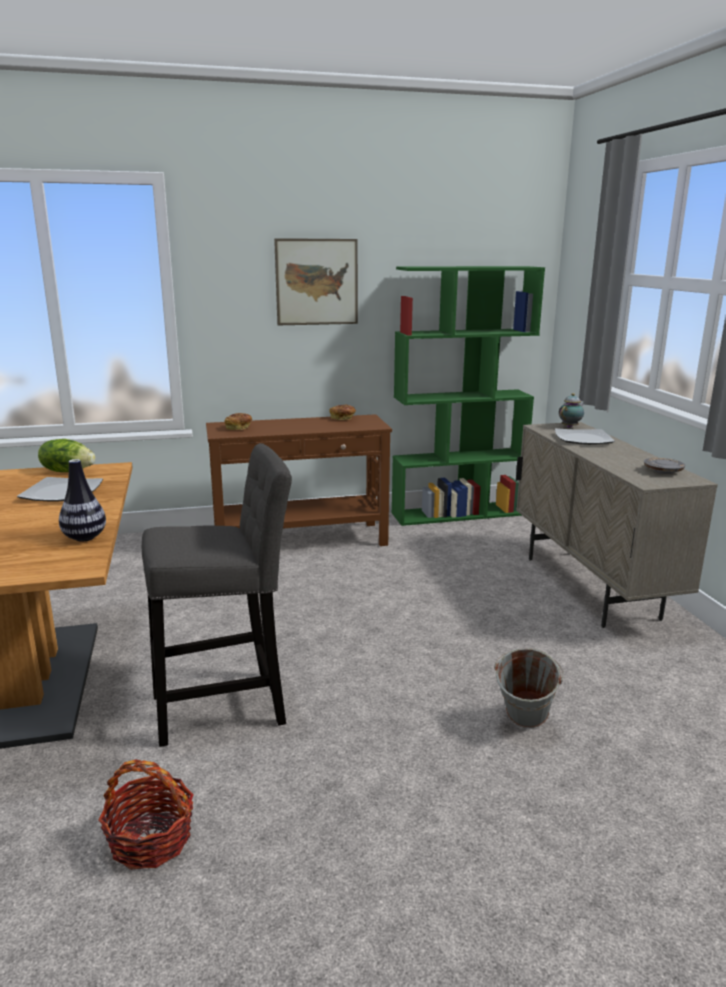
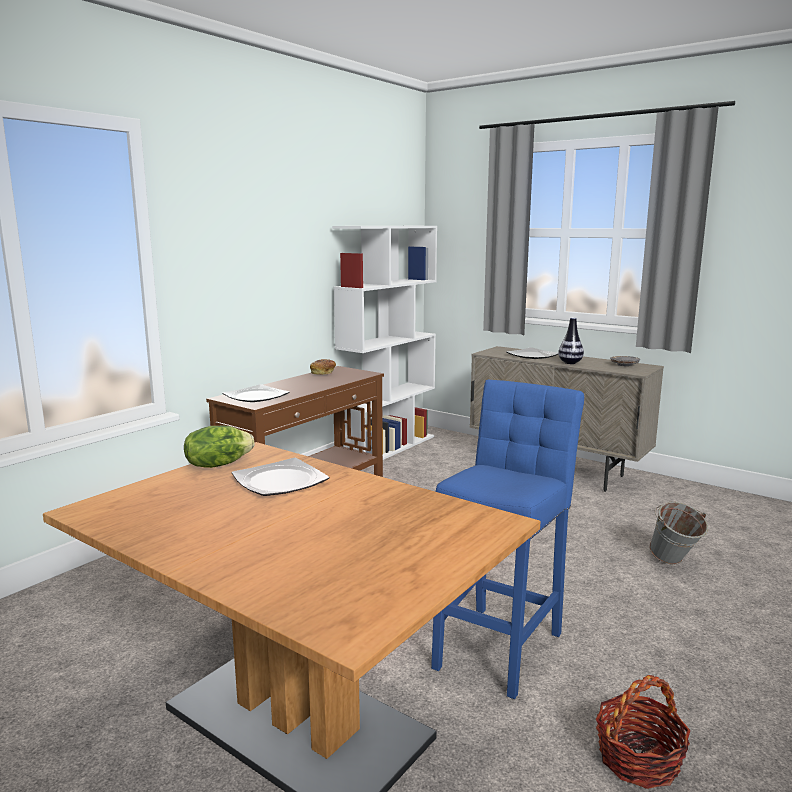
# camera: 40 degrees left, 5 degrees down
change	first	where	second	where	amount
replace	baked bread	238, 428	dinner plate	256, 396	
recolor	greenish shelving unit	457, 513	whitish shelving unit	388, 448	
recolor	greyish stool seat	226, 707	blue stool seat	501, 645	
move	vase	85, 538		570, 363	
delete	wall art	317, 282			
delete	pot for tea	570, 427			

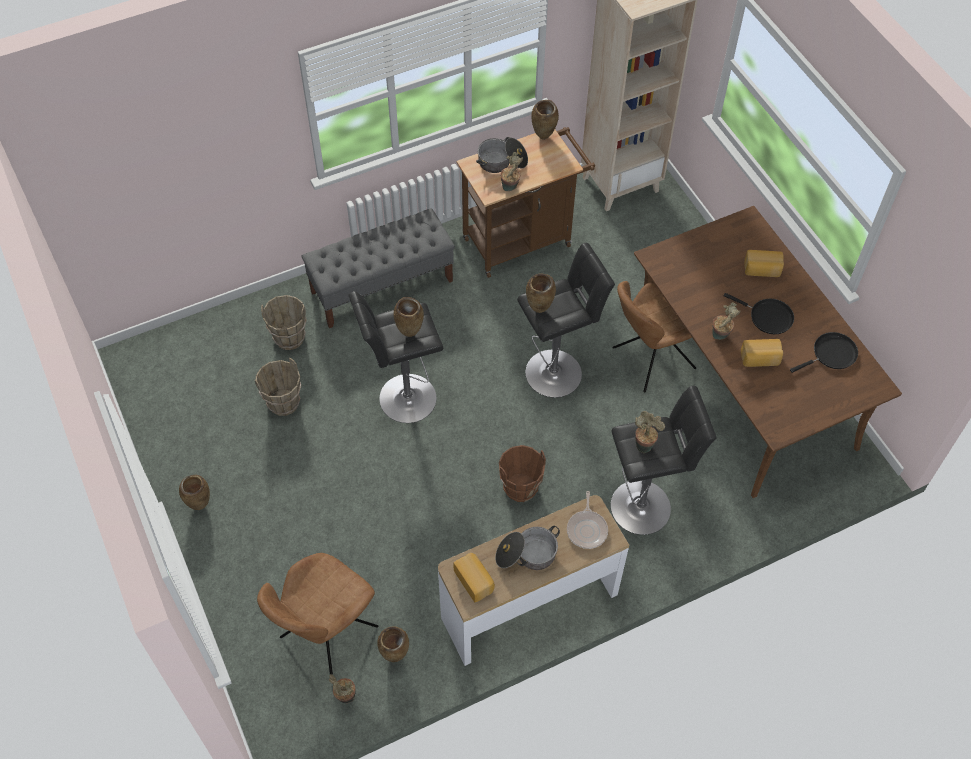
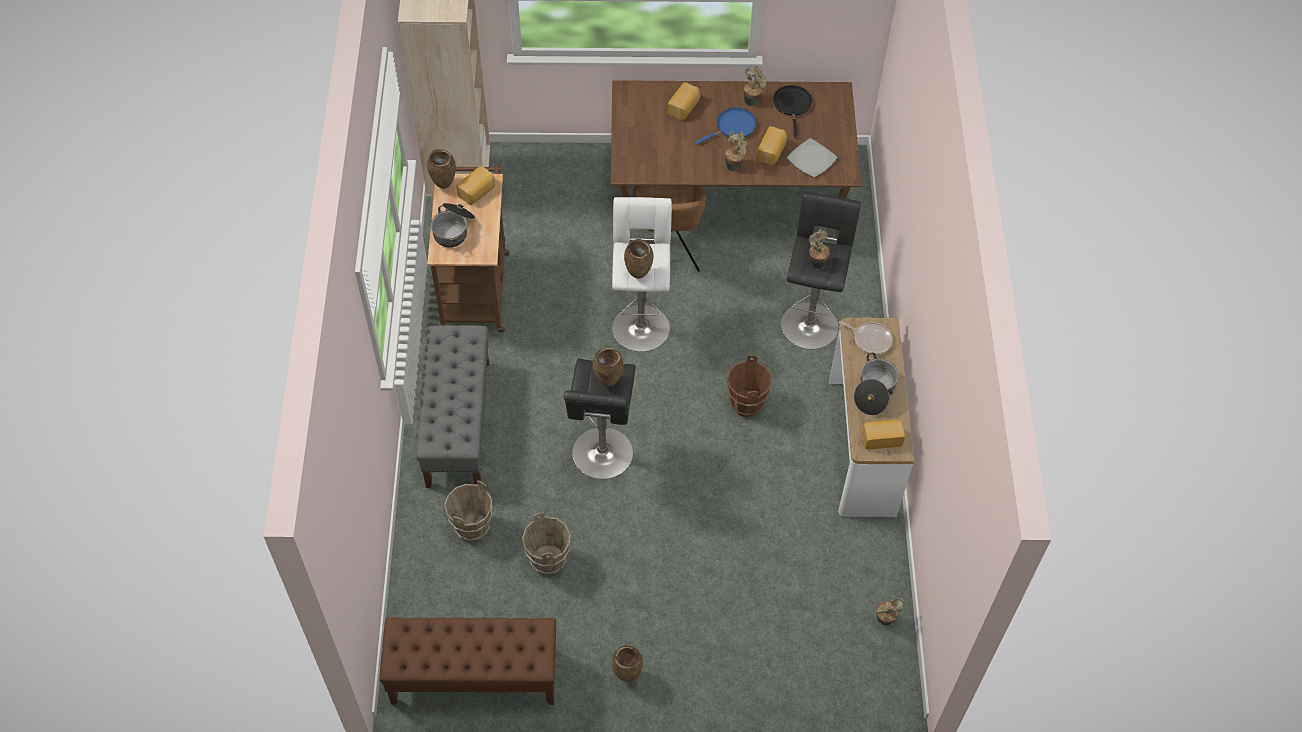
# camera: 65 degrees left, 0 degrees up
change	first	where	second	where	amount
insert			brown long seat	473, 676	
insert			baked bread	477, 192	
recolor	blackish stool seat	557, 371	whitish stool seat	640, 324	
recolor	blackish pan	767, 317	blue pan	733, 127	
move	plant in a pot	510, 188		752, 100	
insert			dinner plate	811, 159	
delete	brown plain chair	326, 634			
delete	brown vase	395, 656			

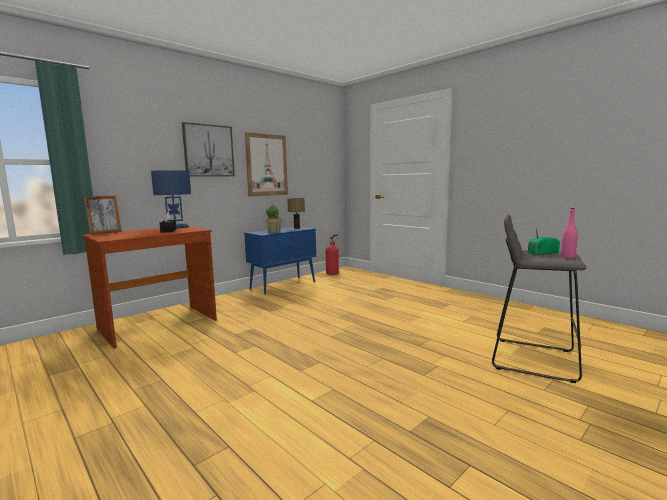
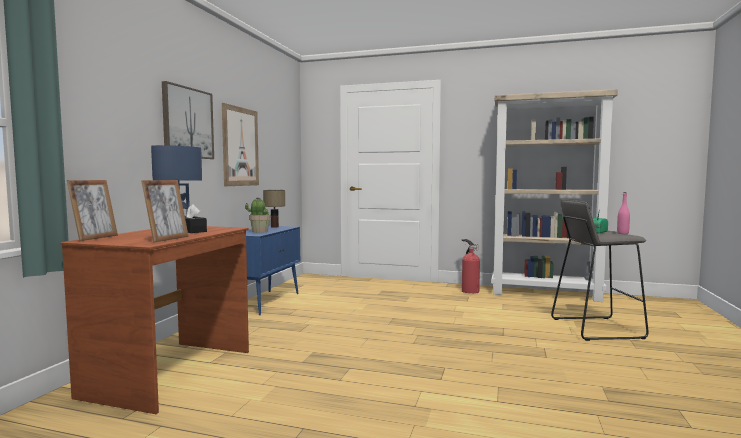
# camera: 30 degrees left, 5 degrees down
change	first	where	second	where	amount
insert			picture frame	167, 239	
move	fire-fighting cylinder	332, 273		469, 291	
insert			sand-coloured shelving unit	546, 294	

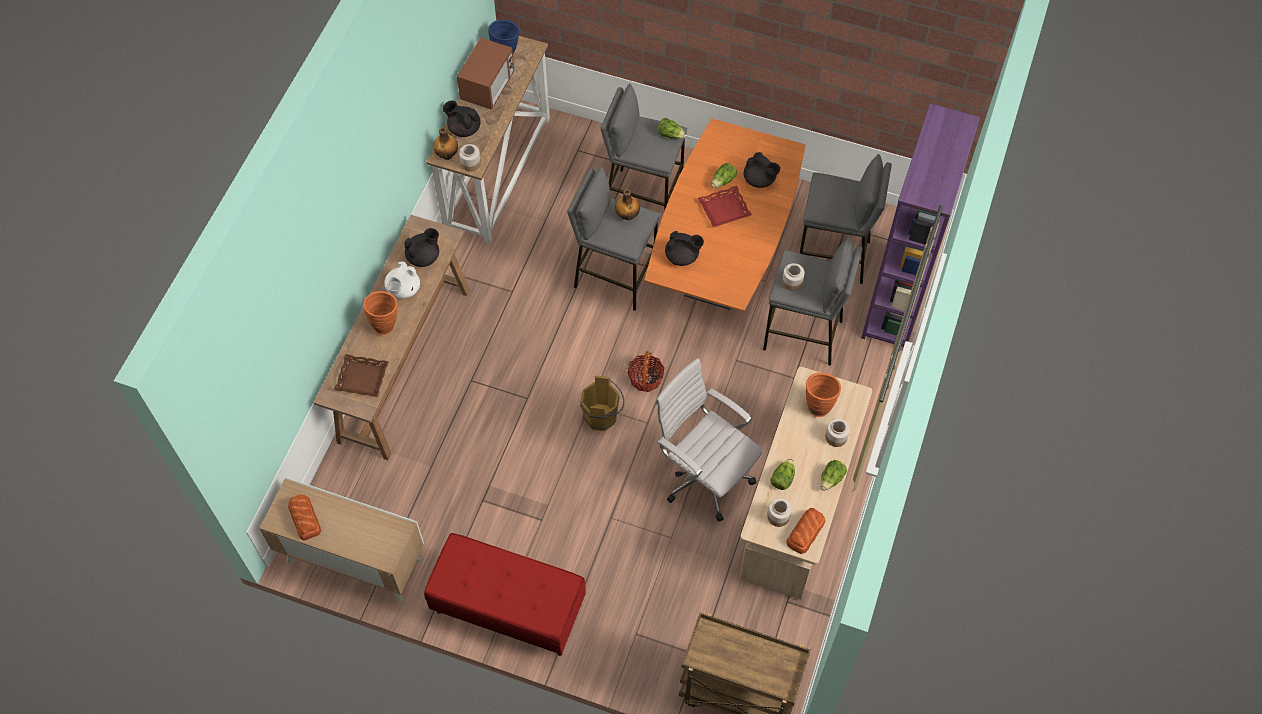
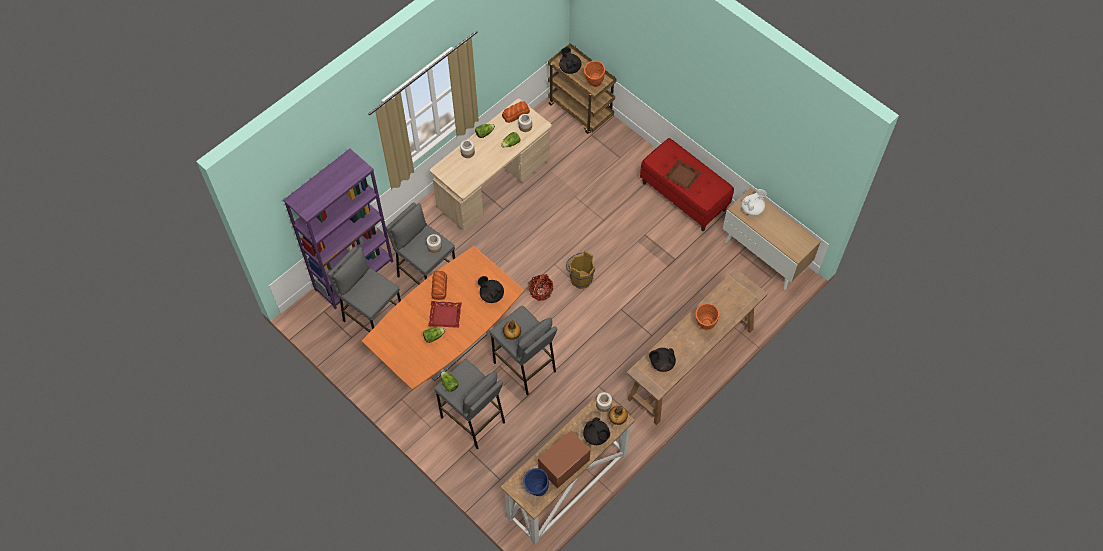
# camera: 155 degrees left, 0 degrees up
change	first	where	second	where	amount
move	baked bread	305, 518		439, 287	
move	blackish pot for tea	760, 180		570, 68	
move	orangey vase	818, 404		594, 85	
move	brown tray	362, 378		683, 176	
move	whitish pot for tea	403, 289		752, 208	
delete	whitish office chair	704, 475			

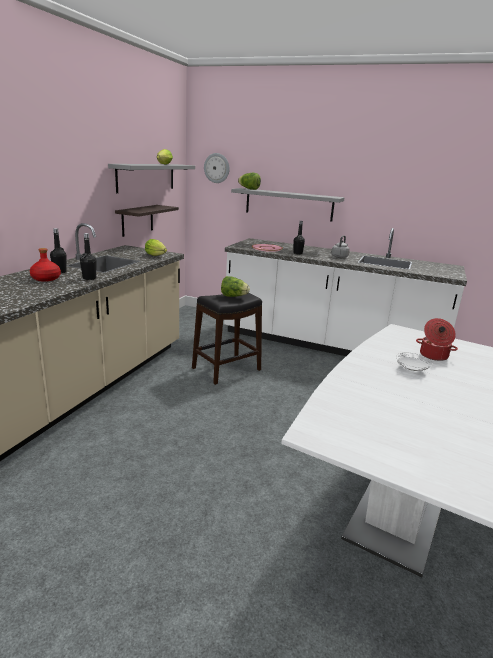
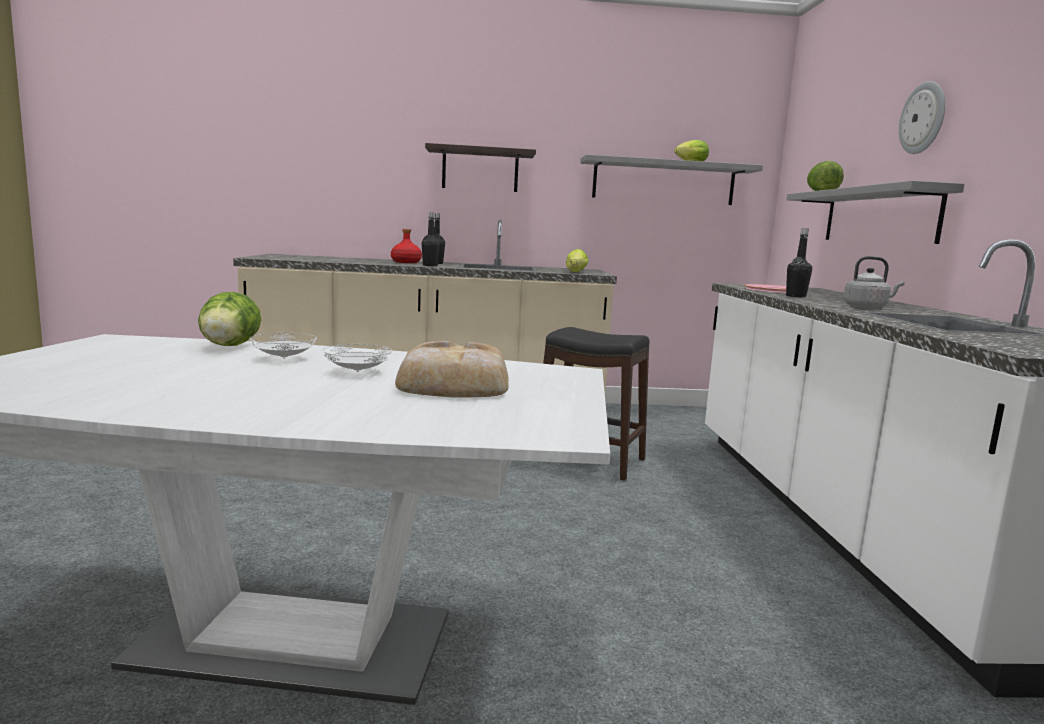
# camera: 65 degrees right, 10 degrees down
change	first	where	second	where	amount
move	head of lettuce	234, 296		228, 347	
insert			whitish dinner plate	284, 358	
replace	stockpot	433, 356	baked bread	452, 384	
move	wall shelf	137, 220		480, 170	
move	clock on the wall	217, 168		923, 118	

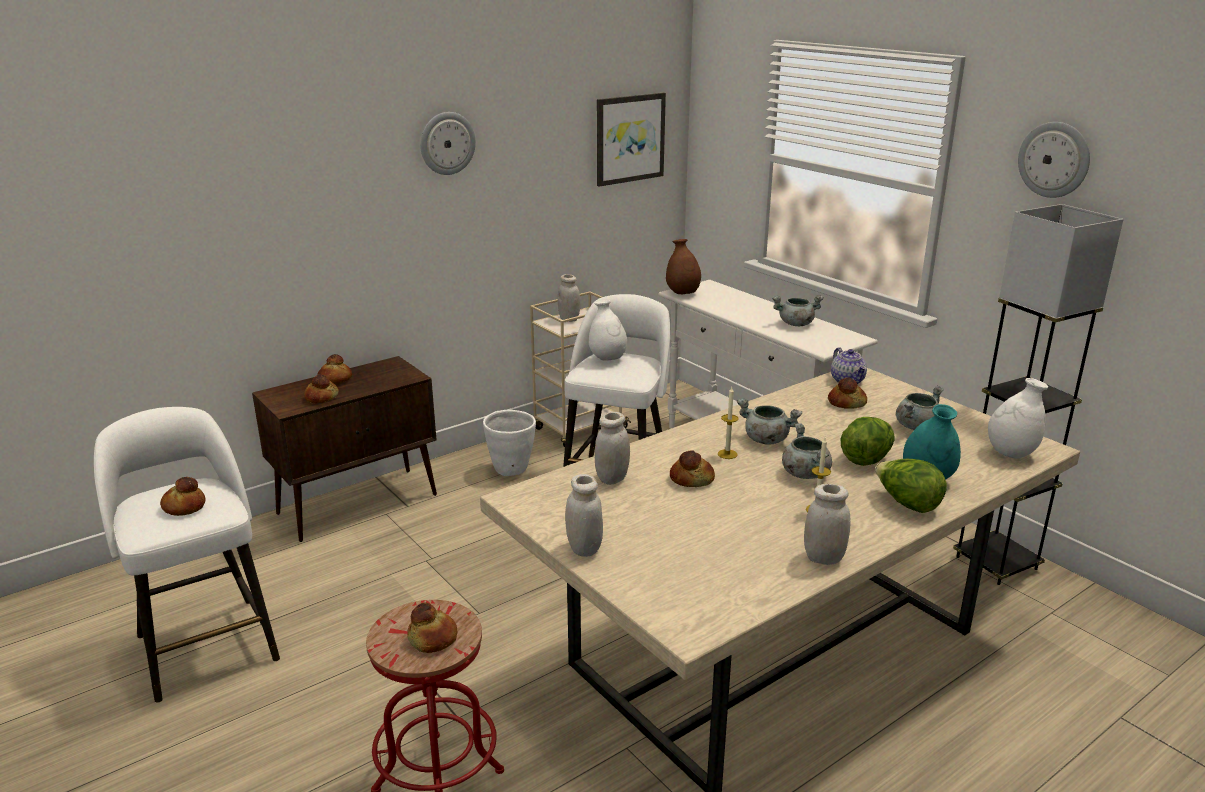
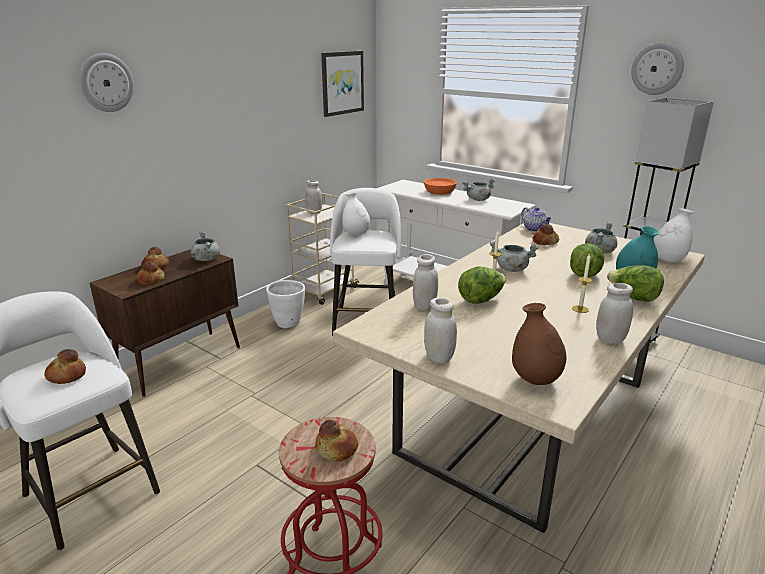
# camera: 15 degrees left, 0 degrees up
change	first	where	second	where	amount
move	clock on the wall	447, 143		106, 83	
move	greyish stockpot	805, 473		206, 259	
insert			orangey serving bowl	440, 191	
replace	baked bread	692, 479	head of lettuce	481, 299	
move	brown vase	682, 293		535, 380	

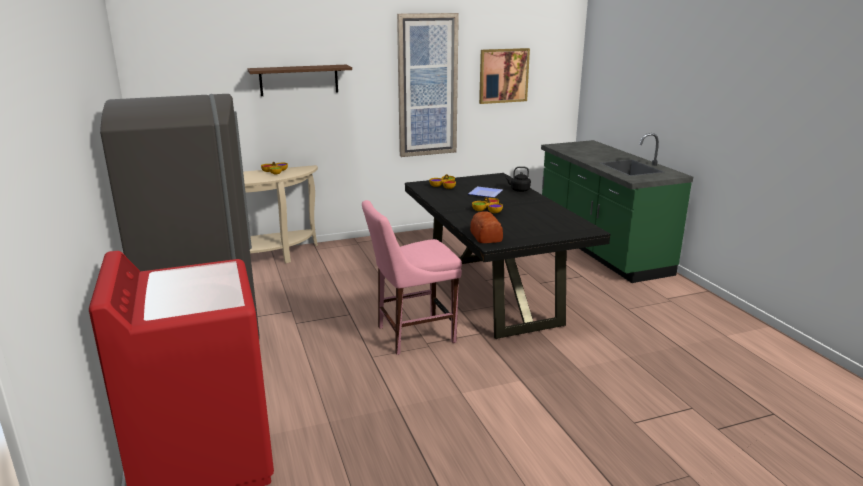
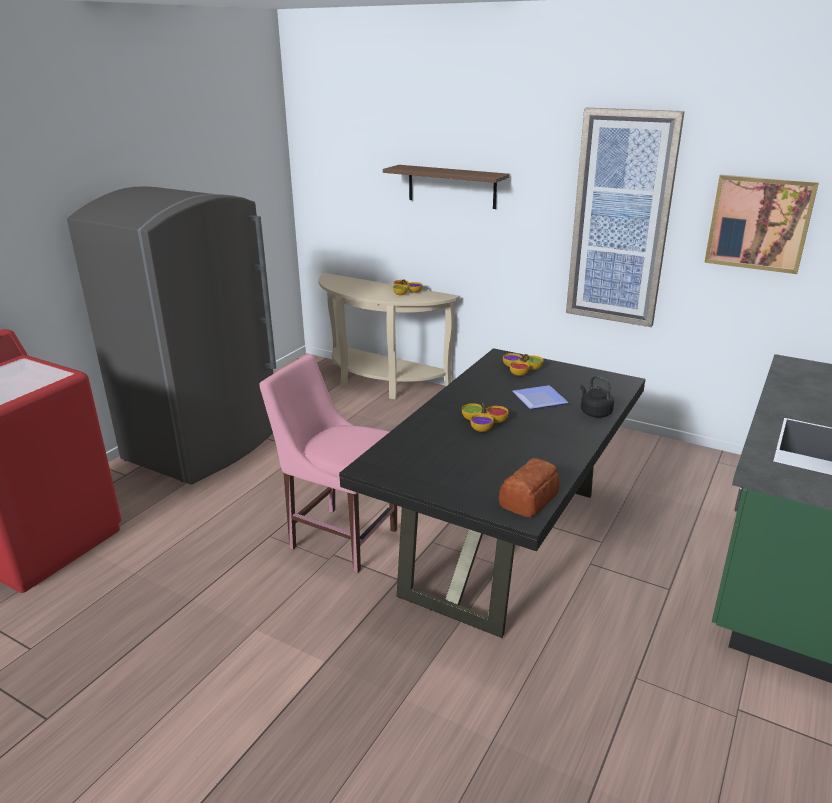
# camera: 50 degrees right, 5 degrees up
change	first	where	second	where	amount
move	baked bread	486, 236		530, 499	

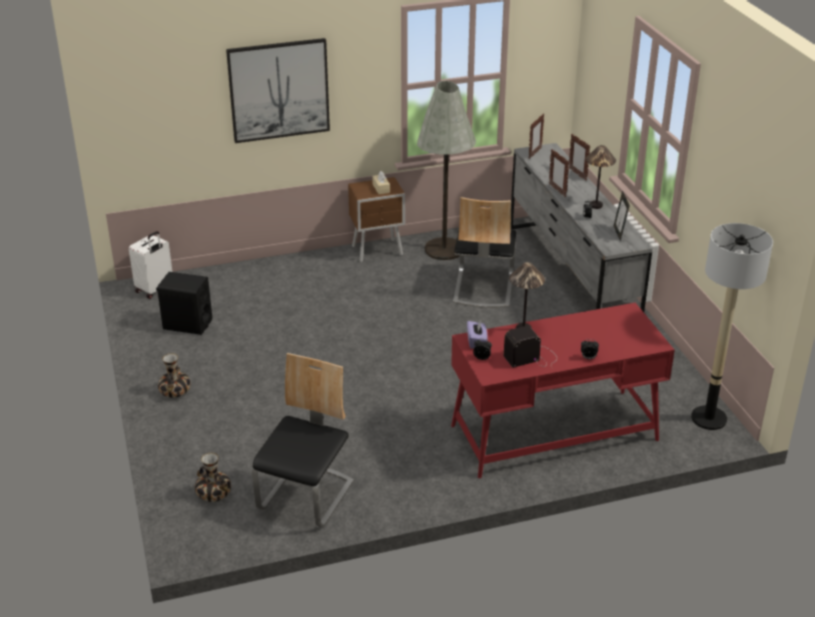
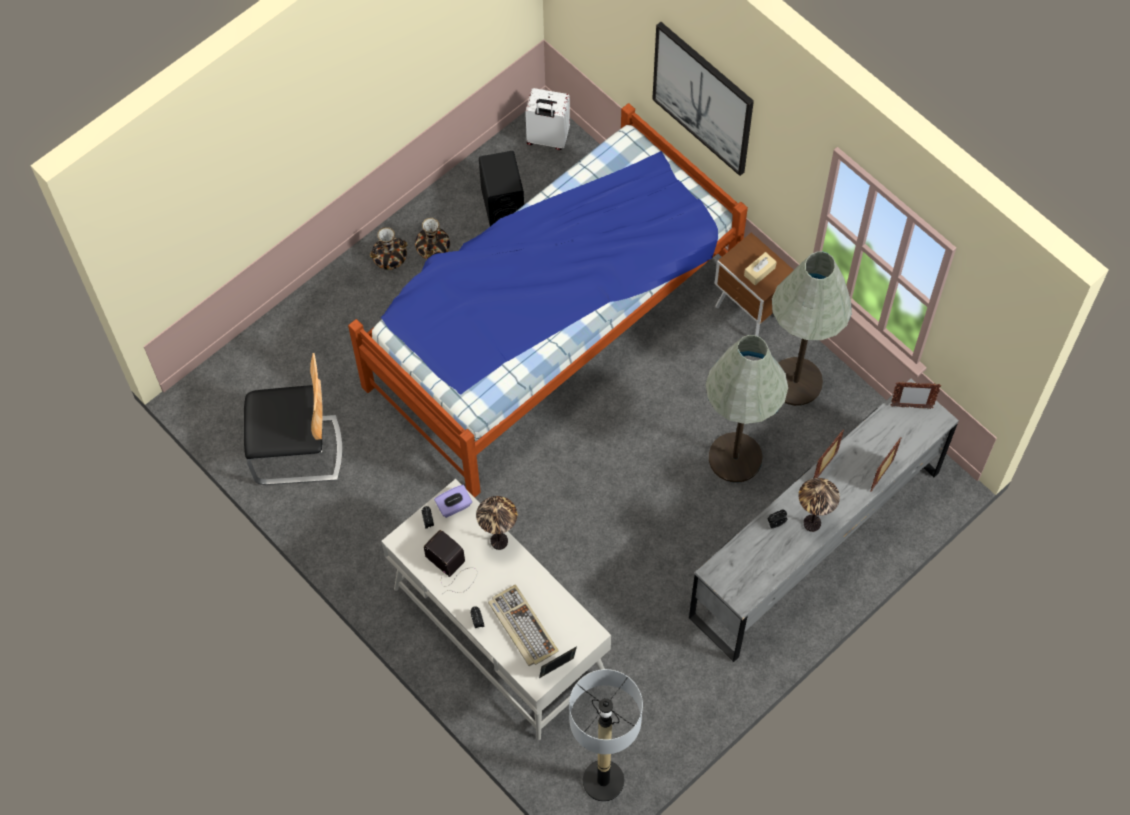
# camera: 65 degrees right, 30 degrees up
change	first	where	second	where	amount
insert			sleeping bed	550, 329	
recolor	reddish desk	553, 432	whitish desk	500, 631	
move	vase	213, 493		433, 247	
insert			PC keyboard	522, 627	
move	picture frame	619, 233		558, 671	
replace	plain chair	483, 288	greyish standard lamp	735, 458	

